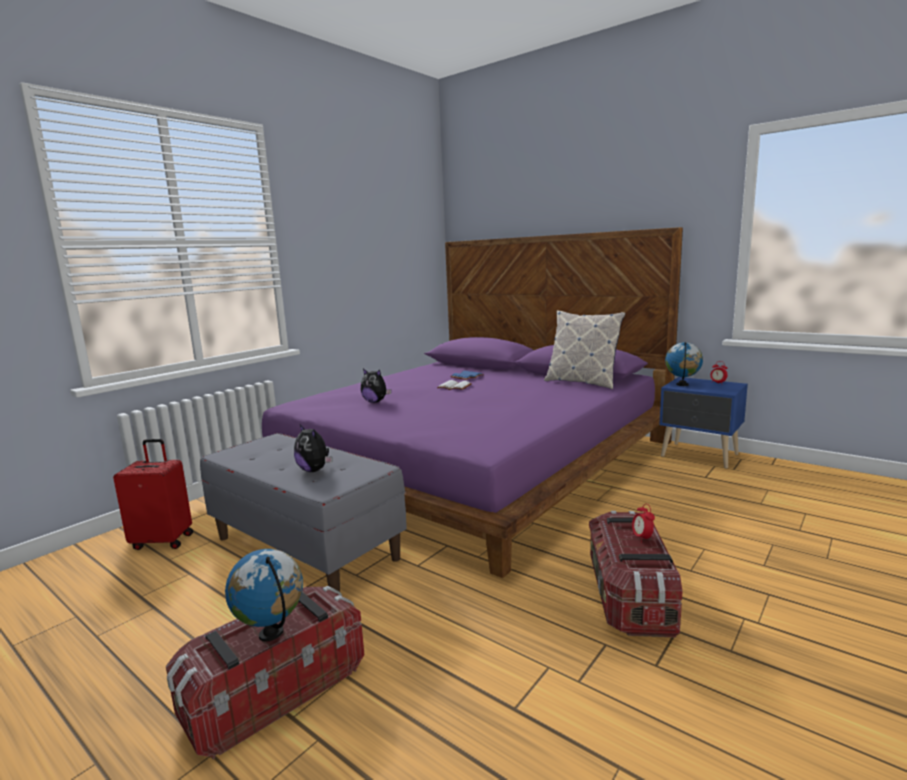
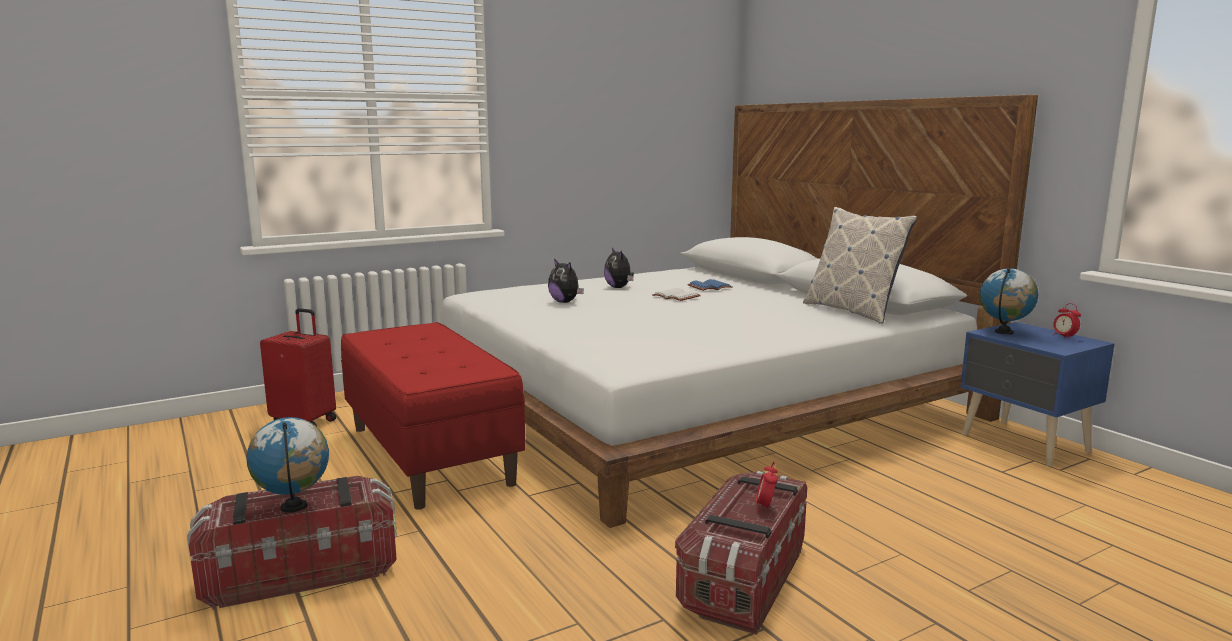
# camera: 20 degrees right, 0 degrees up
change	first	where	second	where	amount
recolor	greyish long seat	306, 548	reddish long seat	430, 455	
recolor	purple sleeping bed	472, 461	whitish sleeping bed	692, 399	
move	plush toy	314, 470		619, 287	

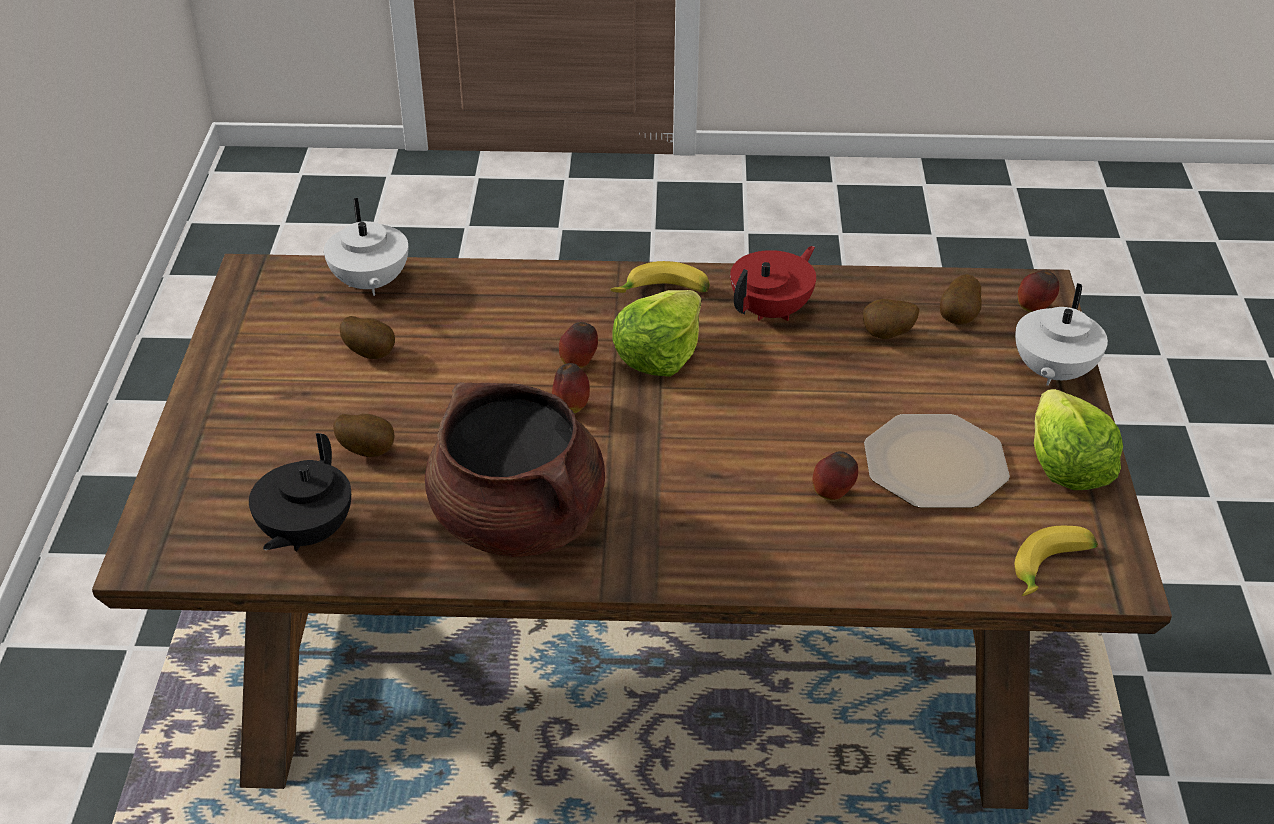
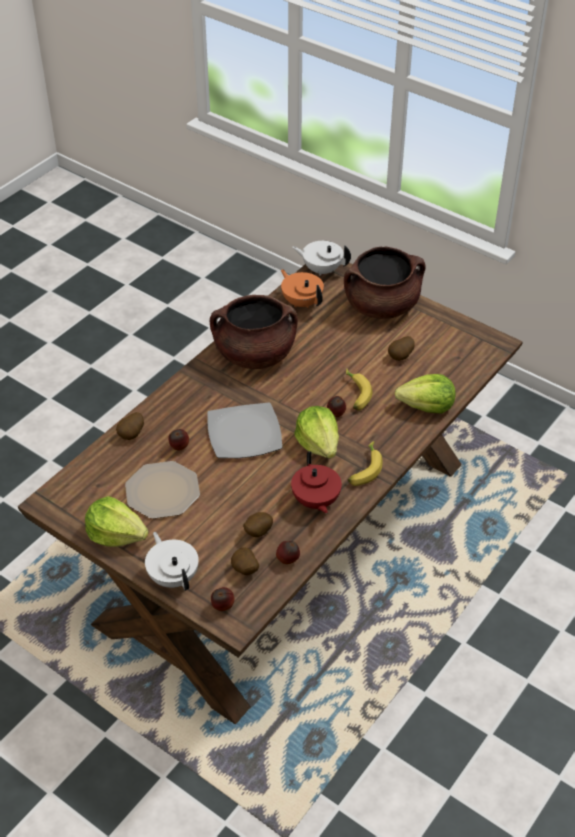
# camera: 125 degrees right, 5 degrees up
change	first	where	second	where	amount
move	whole potato	368, 450		132, 435	
insert			dinner plate	245, 433	
move	apple	571, 406		288, 561	
recolor	blackish pot for tea	305, 534	orangey pot for tea	302, 302	
move	whitish pot for tea	370, 284		321, 269	
insert			brown stockpot	381, 306	
move	banana fruit	1052, 571		355, 394	
insert			head of lettuce	427, 406	

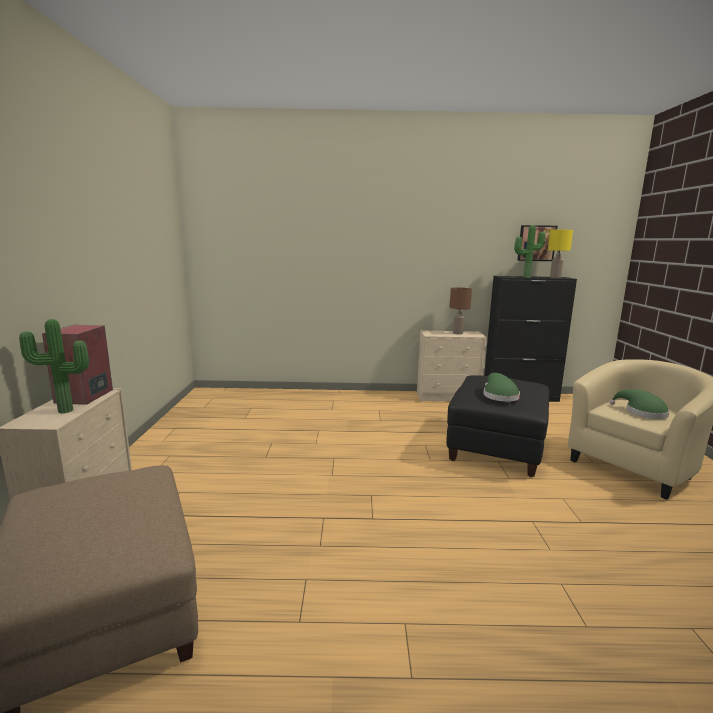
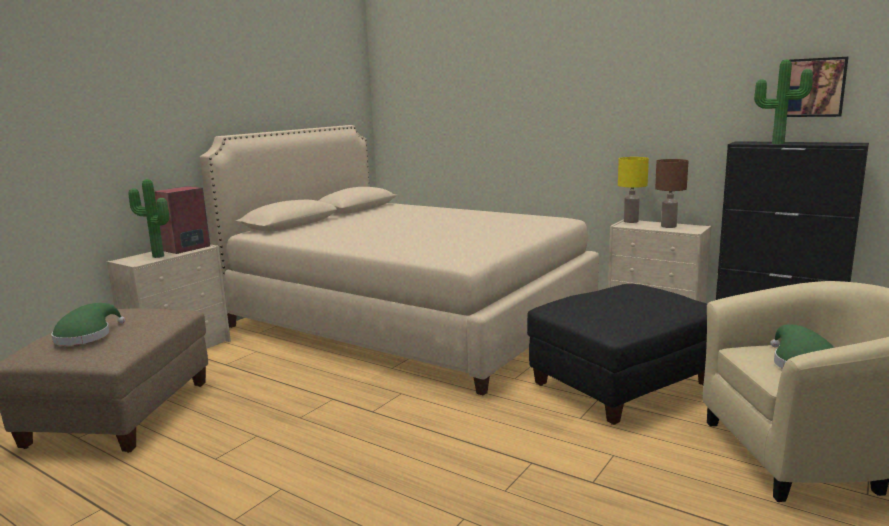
# camera: 35 degrees right, 0 degrees up
change	first	where	second	where	amount
move	greenish hat	499, 395		86, 336	
insert			sand-coloured sleeping bed	410, 319	
move	yellowish lamp for a table	555, 277		631, 221	

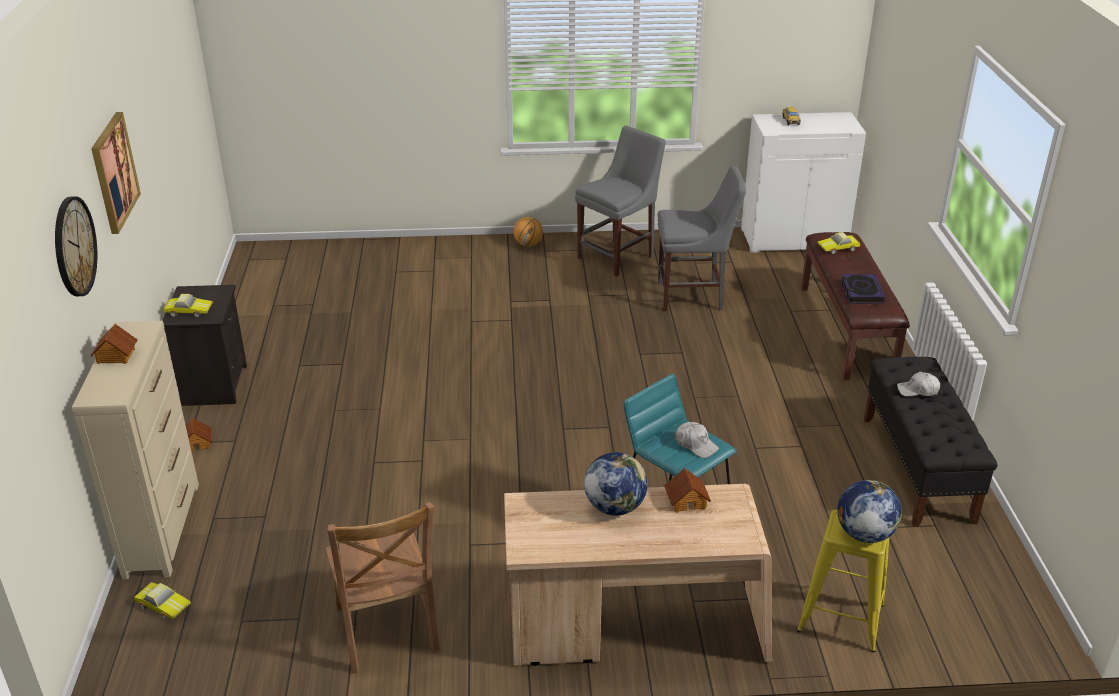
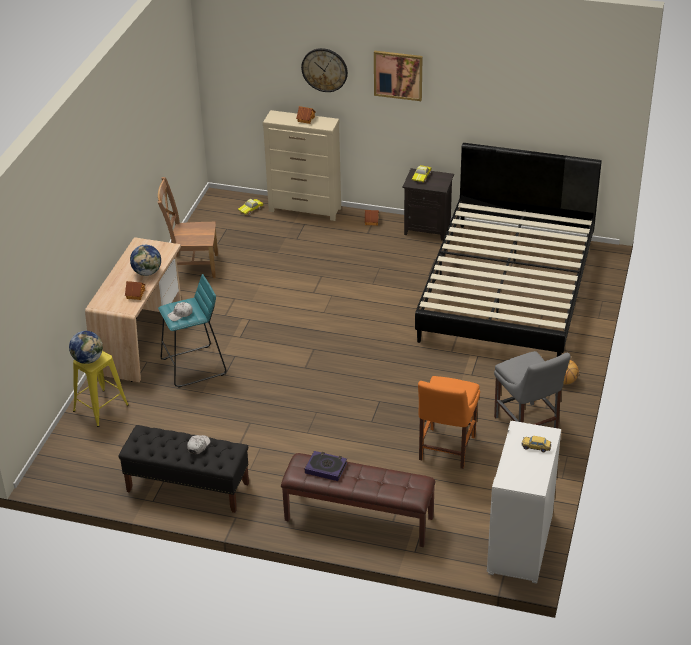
# camera: 110 degrees right, 5 degrees up
change	first	where	second	where	amount
insert			blackish sleeping bed	508, 290	
recolor	greyish plain chair	694, 296	orangey plain chair	445, 450	
delete	toy car	838, 248			

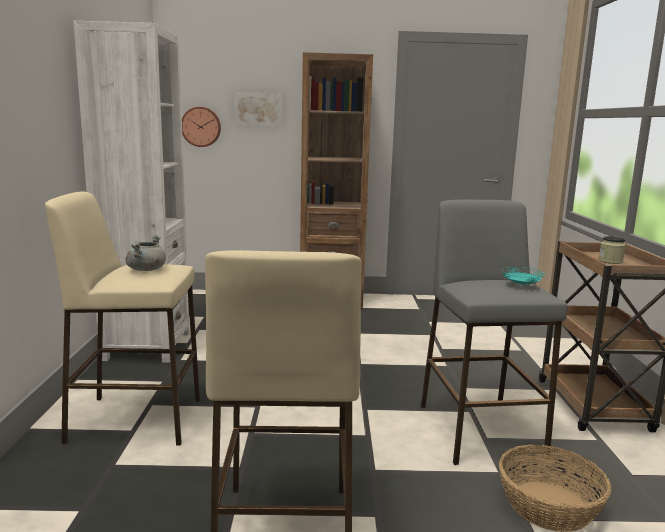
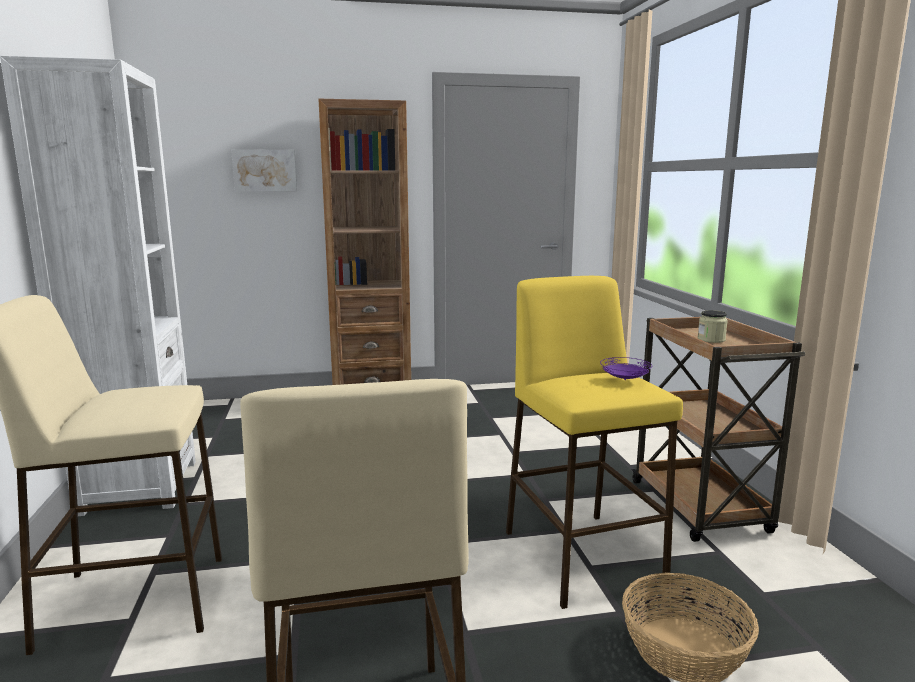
# camera: 10 degrees left, 0 degrees up
change	first	where	second	where	amount
recolor	greyish stool seat	479, 430	yellowish stool seat	581, 556	
recolor	turquoise-coloured dinner plate	521, 285	purple dinner plate	624, 380	
delete	greyish stockpot	146, 269			
delete	clock on the wall	201, 126			

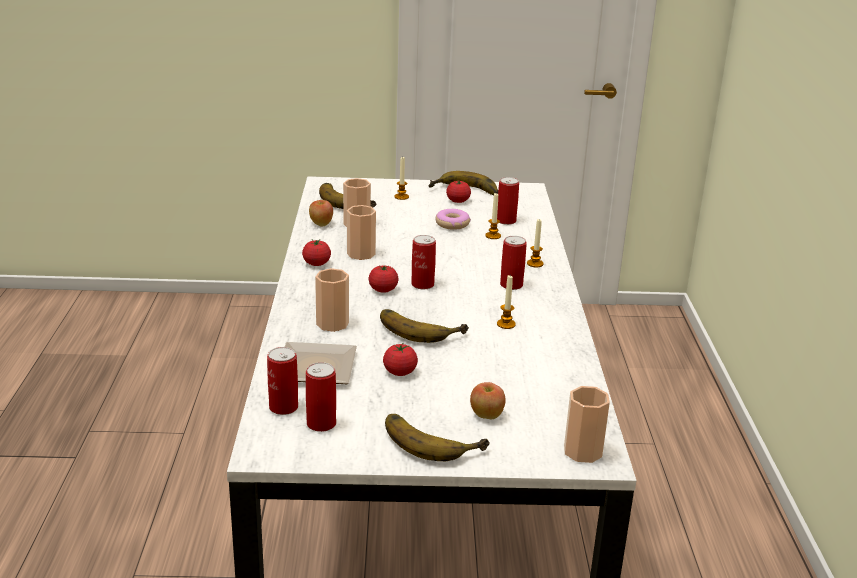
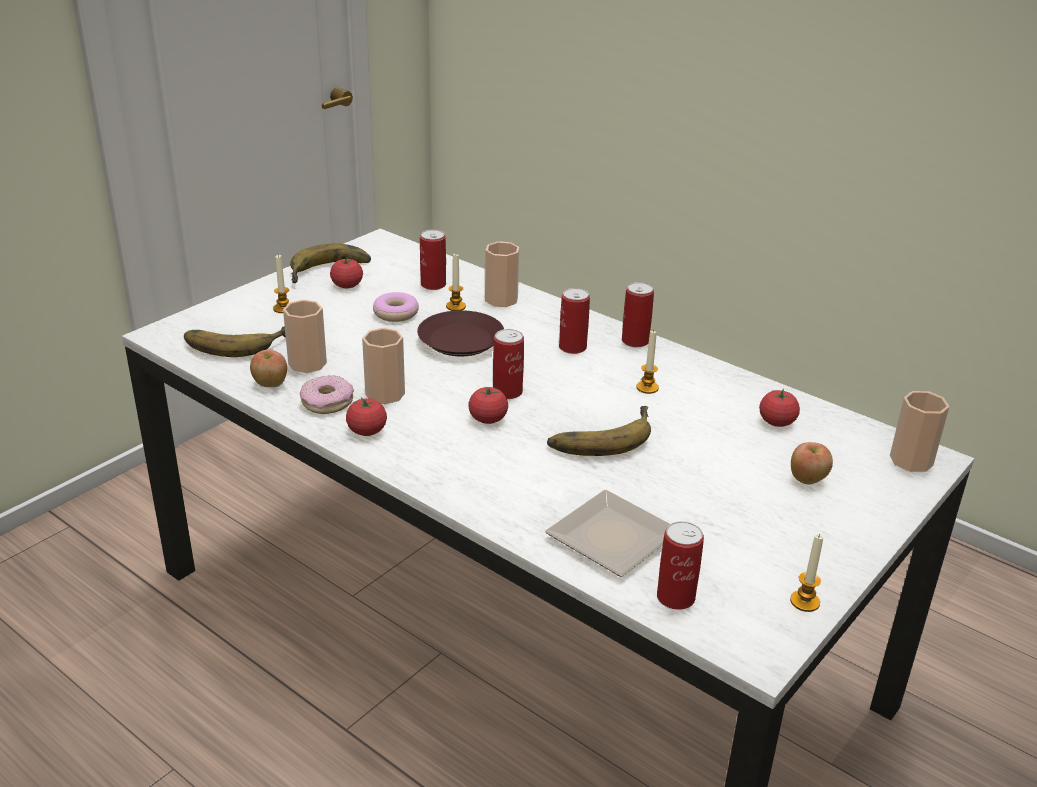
# camera: 50 degrees left, 5 degrees up
change	first	where	second	where	amount
insert			doughnut	327, 402	
insert			brown dinner plate	460, 340	
move	drinking cup	332, 324		501, 299	
move	can	321, 424		635, 341	
move	tomato	400, 372		777, 422	
move	wax light	535, 264		804, 602	
delete	banana fruit	432, 439			

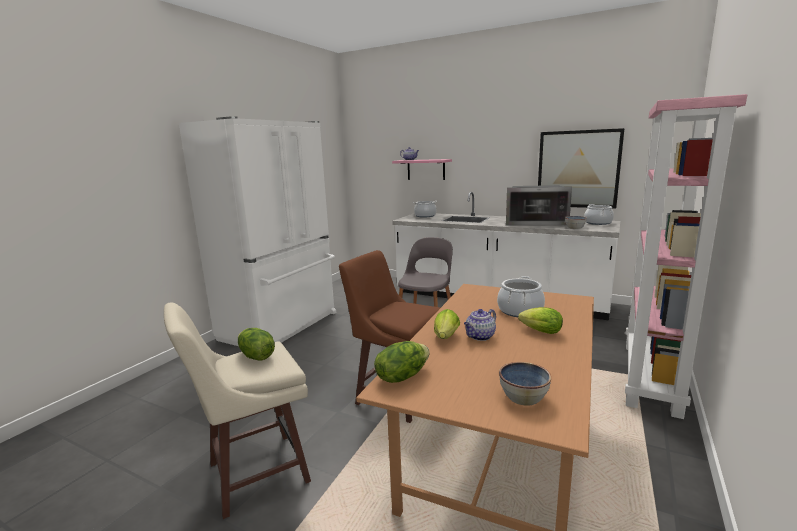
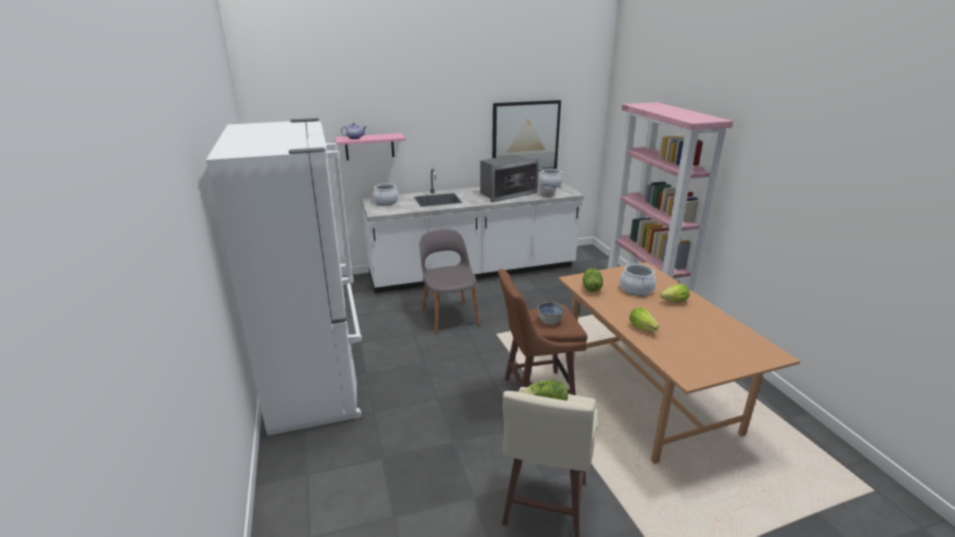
# camera: 45 degrees left, 10 degrees up
change	first	where	second	where	amount
move	serving bowl	523, 397		550, 320	
move	head of lettuce	402, 376		591, 288	
delete	pot for tea	480, 337			

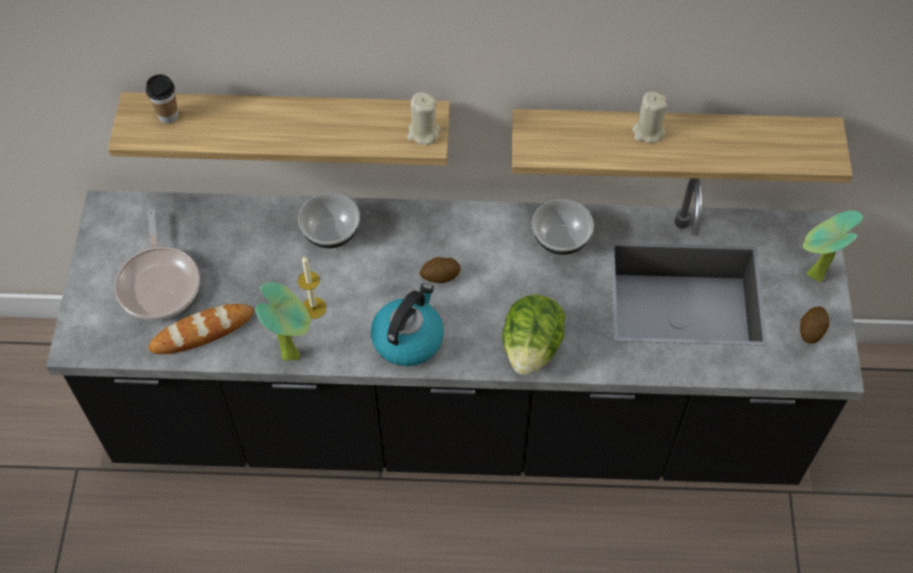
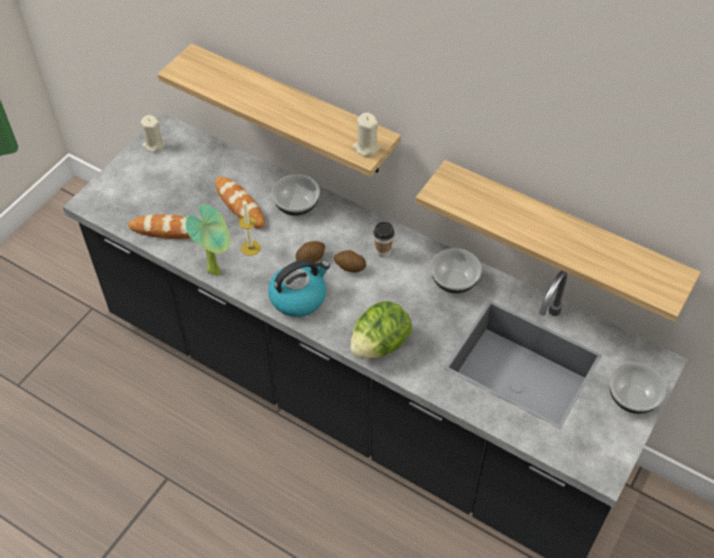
# camera: 30 degrees right, 5 degrees down
change	first	where	second	where	amount
move	sand-coloured wax light	648, 132		154, 145	
insert			baked bread	240, 205	
move	whole potato	811, 330		310, 258	
move	drinking cup	168, 116		383, 252	
replace	plant in a pot	812, 277	serving bowl	632, 397	
delete	pan	159, 282			

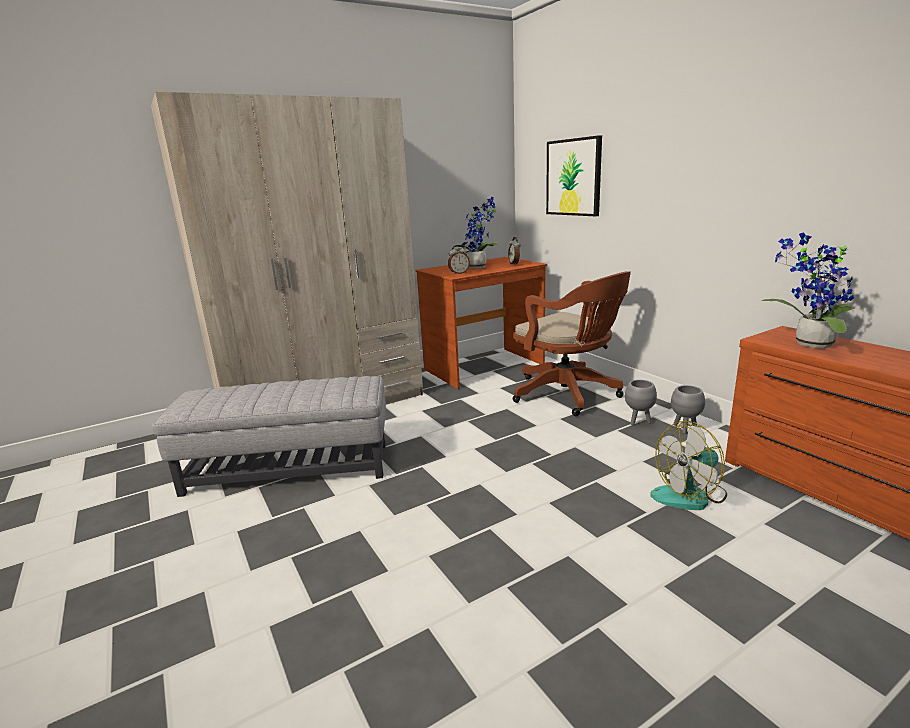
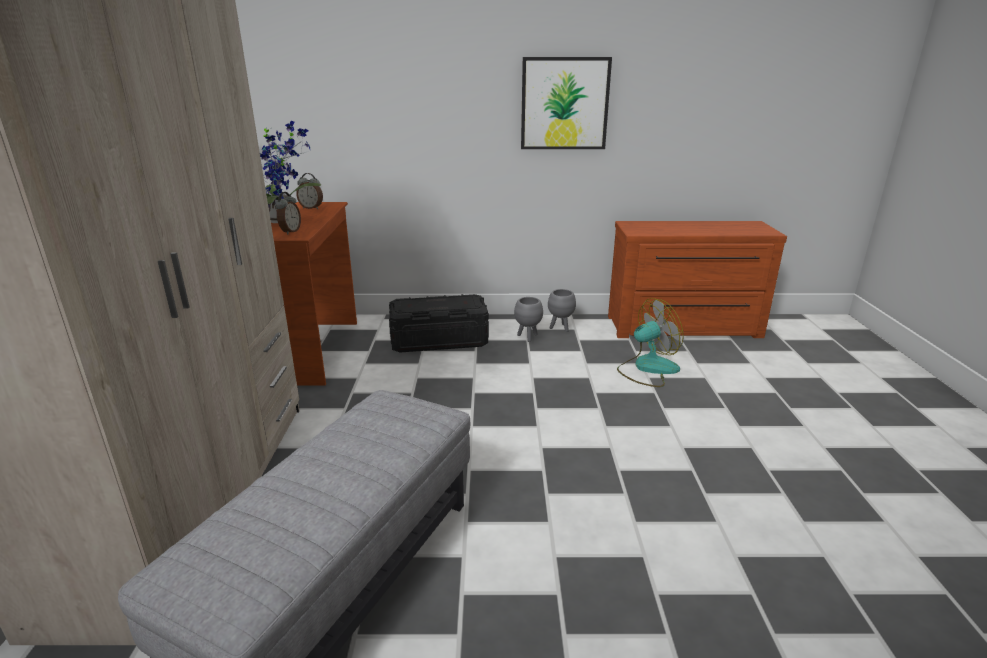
# camera: 60 degrees left, 5 degrees up
change	first	where	second	where	amount
replace	brown office chair	569, 395	blackish storage container	439, 340	
move	wall art	573, 177		564, 104	
rotate	electric fan	690, 495		647, 369	120 degrees counterclockwise
delete	plant in a pot	808, 344			

